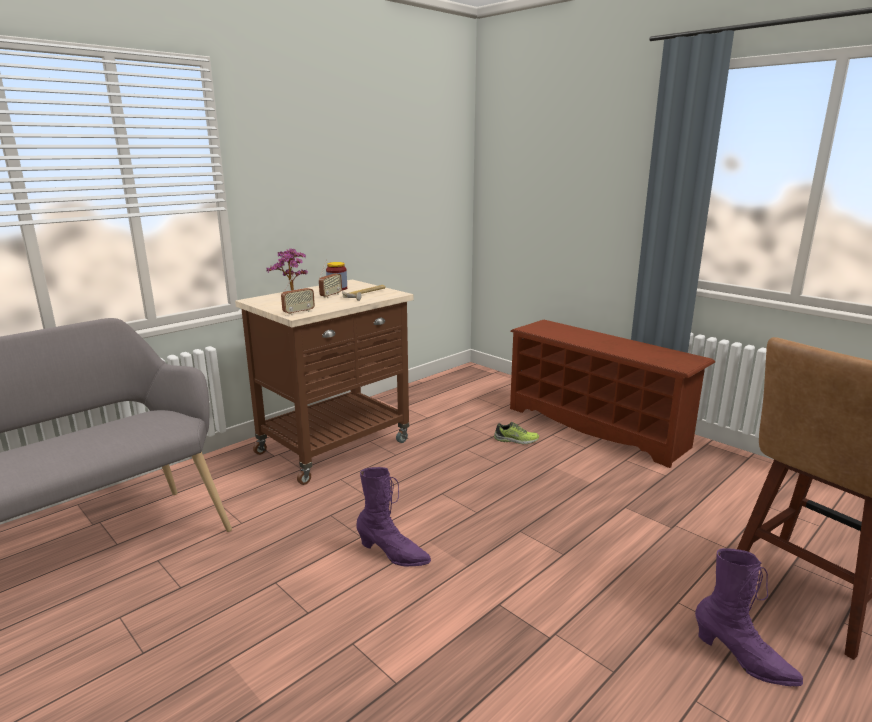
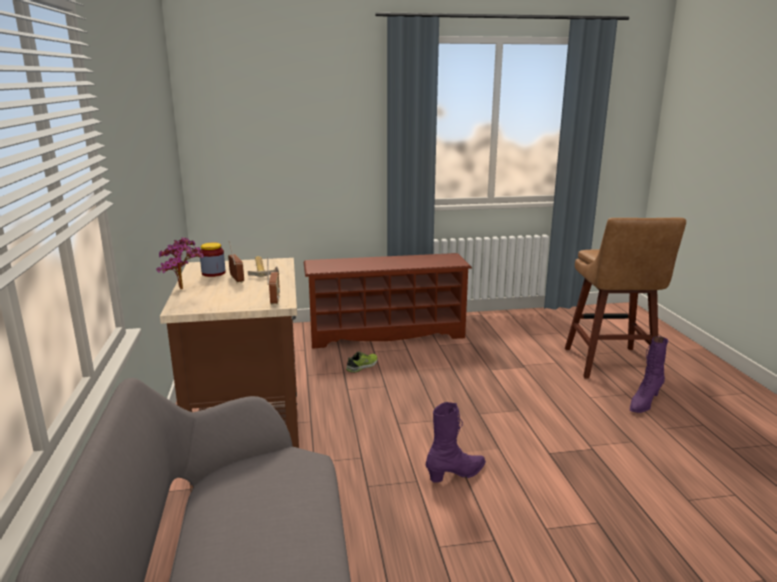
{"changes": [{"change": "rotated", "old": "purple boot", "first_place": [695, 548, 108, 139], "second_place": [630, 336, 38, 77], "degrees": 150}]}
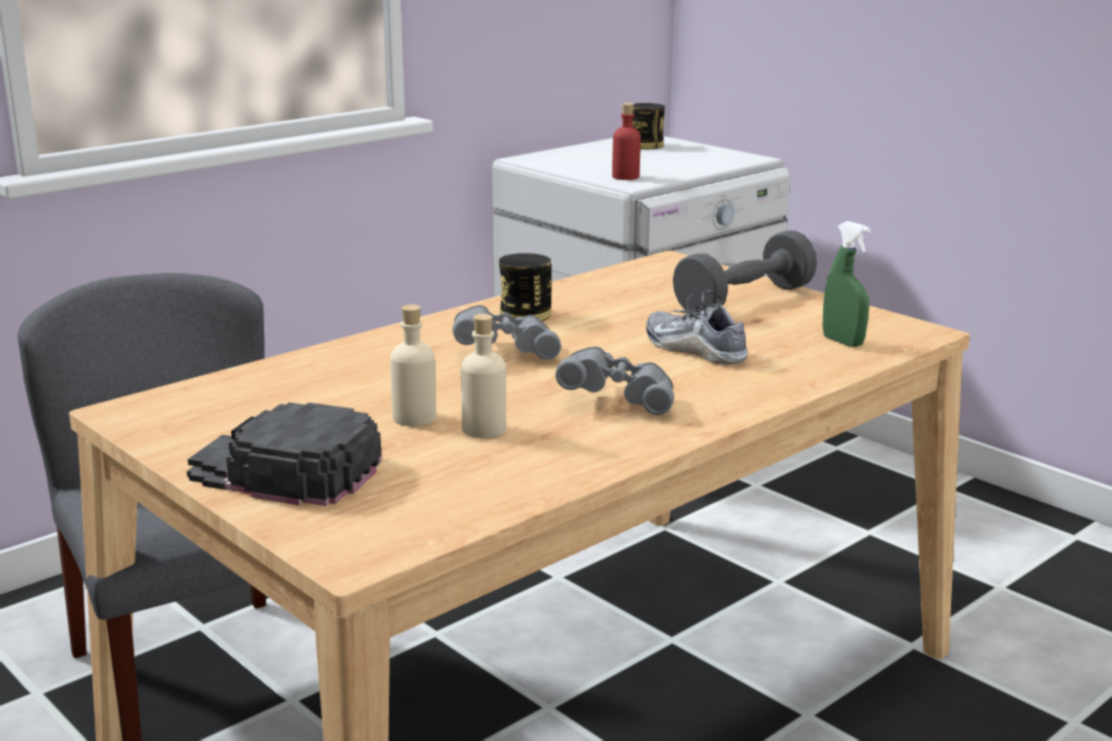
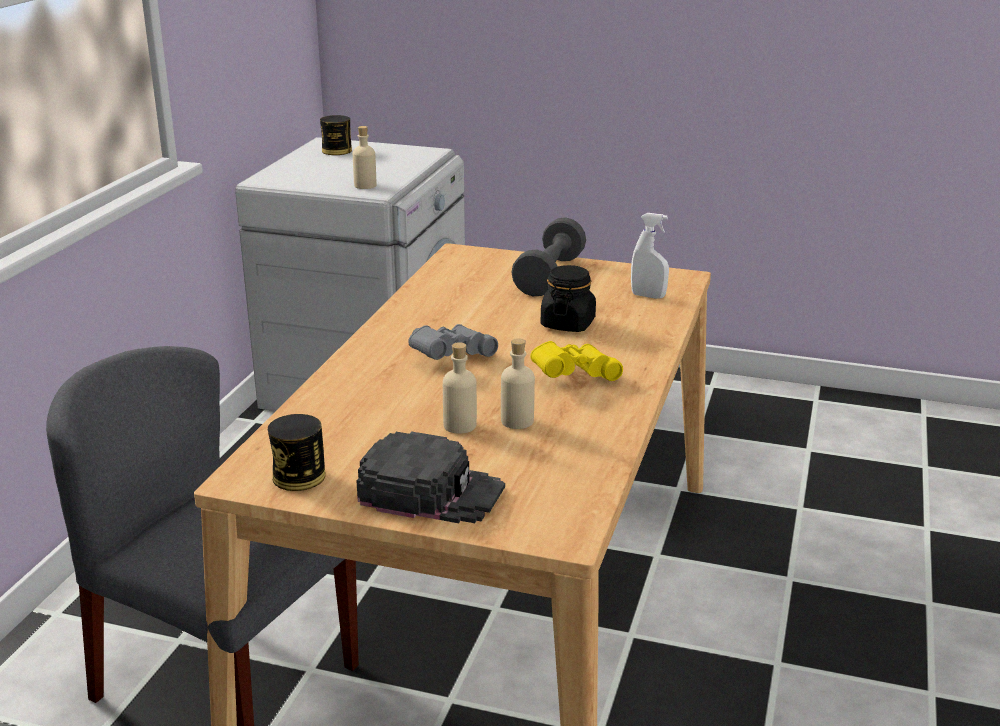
{"changes": [{"change": "repainted", "old": "red bottle", "new": "beige bottle", "first_place": [612, 103, 29, 77], "second_place": [353, 126, 23, 63]}, {"change": "repainted", "old": "green spray bottle", "new": "white spray bottle", "first_place": [823, 221, 48, 126], "second_place": [631, 213, 38, 86]}, {"change": "shifted", "old": "can", "first_place": [499, 253, 52, 68], "second_place": [268, 414, 57, 77]}, {"change": "swapped", "old": "shoe", "new": "black jar", "first_place": [646, 290, 102, 75], "second_place": [540, 265, 56, 67]}, {"change": "repainted", "old": "grey binoculars", "new": "yellow binoculars", "first_place": [555, 347, 119, 68], "second_place": [530, 341, 93, 40]}, {"change": "rotated", "old": "black cap", "first_place": [187, 402, 195, 104], "second_place": [356, 431, 149, 92], "degrees": -150}]}
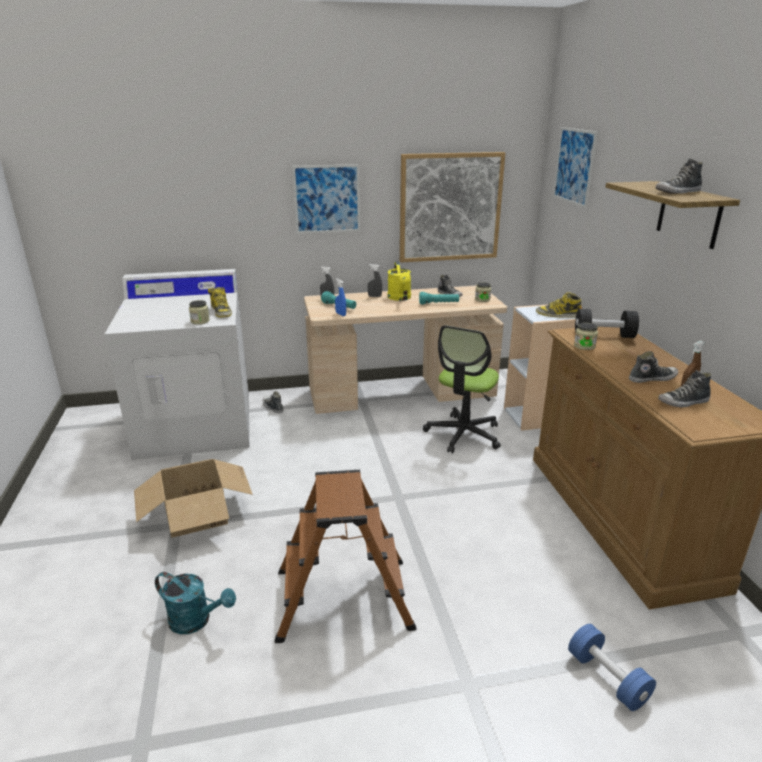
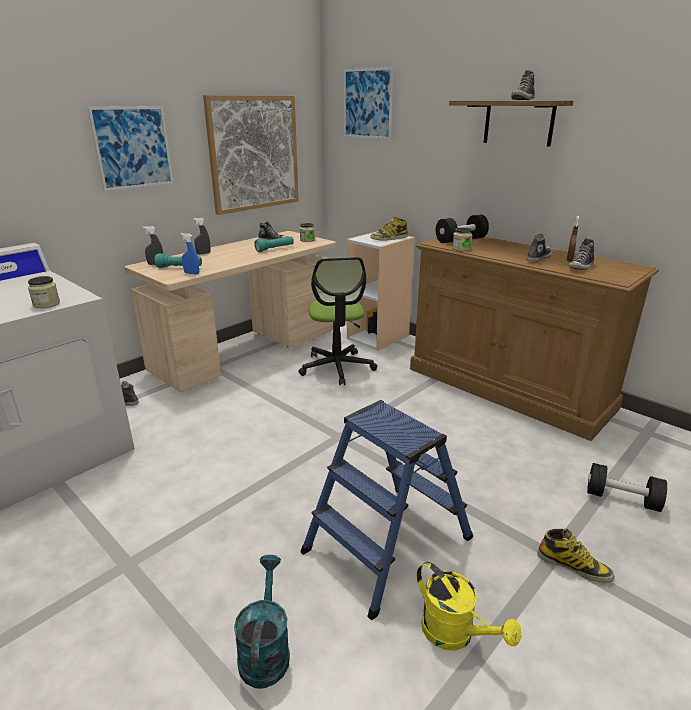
{"changes": [{"change": "shifted", "old": "yellow watering can", "first_place": [387, 261, 24, 40], "second_place": [417, 562, 104, 89]}, {"change": "shifted", "old": "boot", "first_place": [208, 287, 24, 31], "second_place": [537, 528, 78, 55]}, {"change": "gone", "old": "cardboard box", "first_place": [134, 459, 119, 79]}, {"change": "repainted", "old": "brown step ladder", "new": "blue step ladder", "first_place": [275, 470, 142, 173], "second_place": [300, 400, 173, 220]}, {"change": "rotated", "old": "turquoise watering can", "first_place": [155, 572, 81, 62], "second_place": [234, 555, 56, 134], "degrees": -75}, {"change": "repainted", "old": "blue dumbbell", "new": "black dumbbell", "first_place": [568, 624, 88, 87], "second_place": [587, 463, 80, 49]}]}
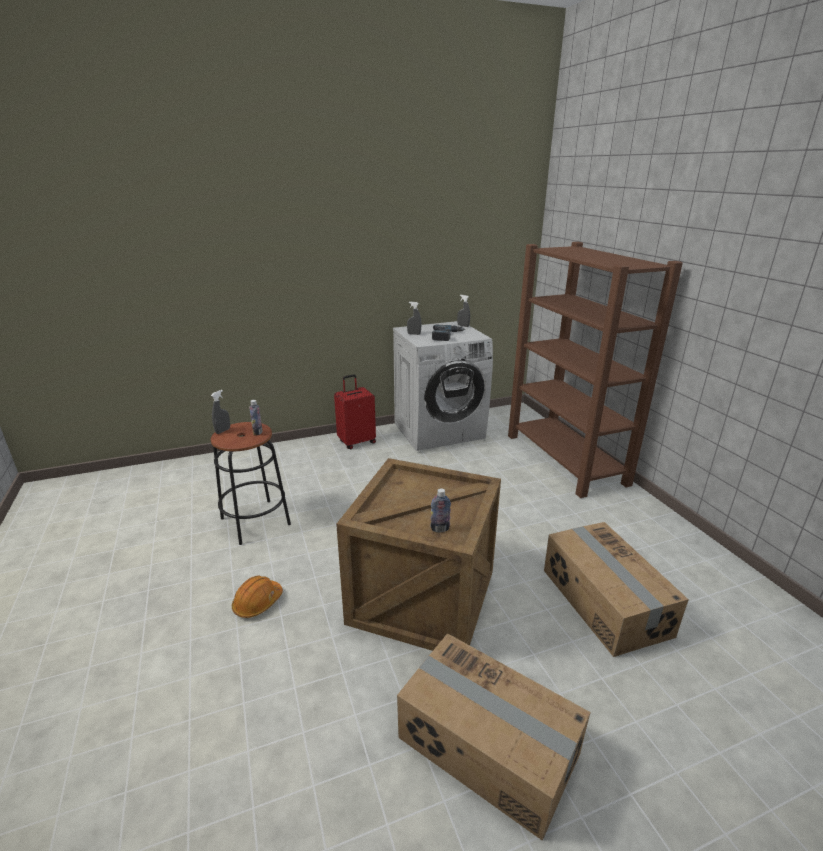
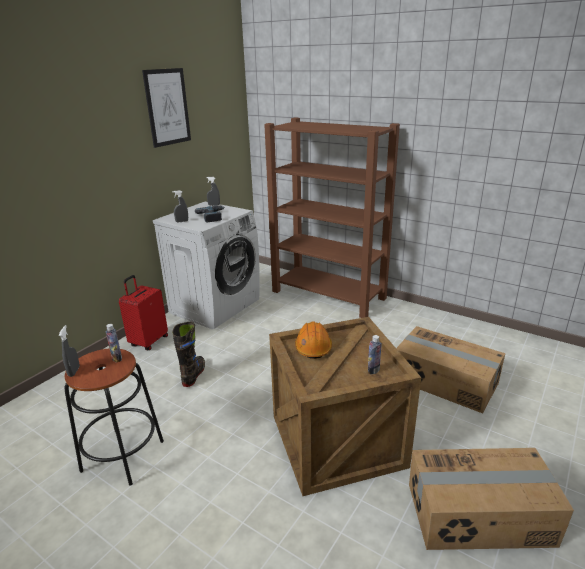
{"changes": [{"change": "shifted", "old": "orange hard hat", "first_place": [232, 576, 51, 42], "second_place": [295, 322, 37, 37]}, {"change": "new", "new": "picture", "second_place": [142, 68, 49, 80]}, {"change": "new", "new": "black boot", "second_place": [172, 322, 33, 65]}]}
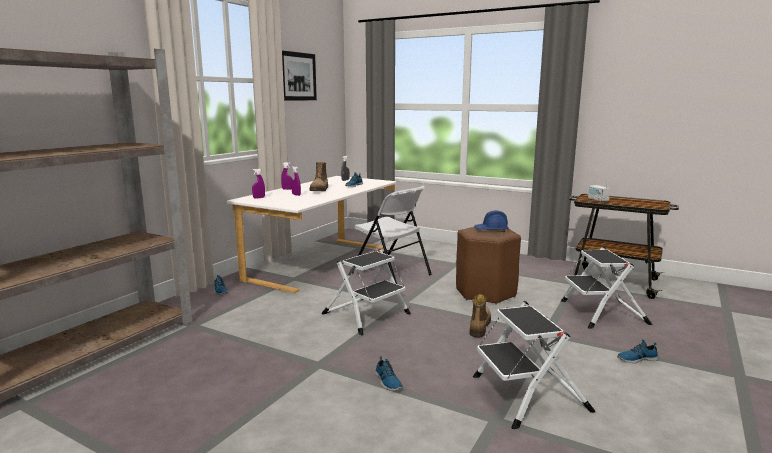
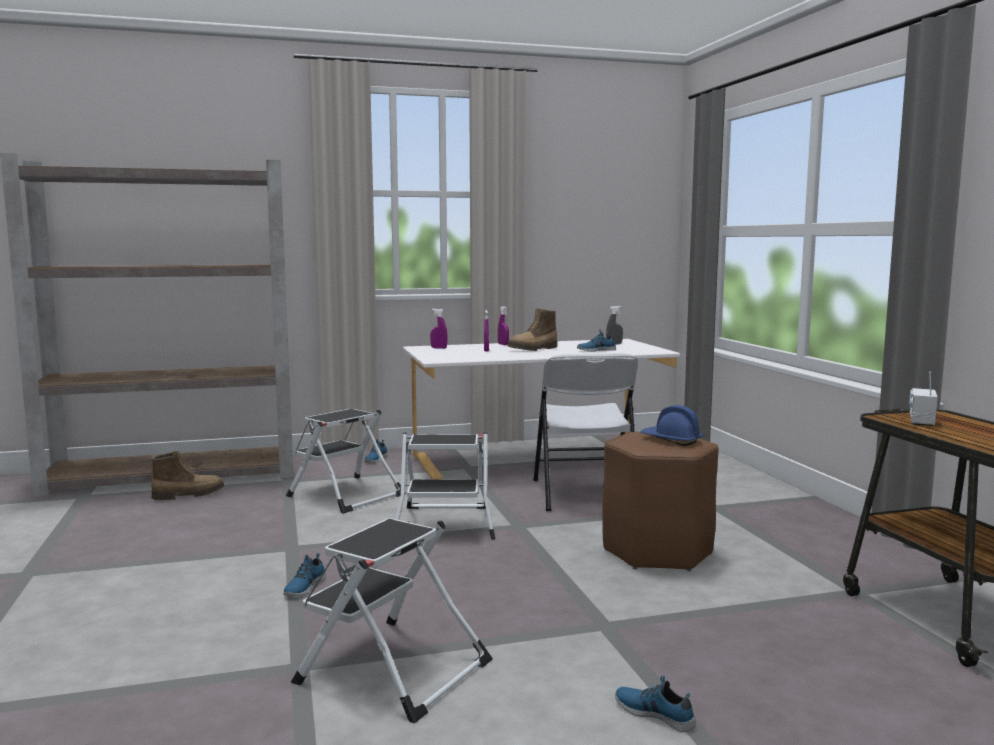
{"changes": [{"change": "gone", "old": "picture", "first_place": [282, 50, 35, 51]}, {"change": "shifted", "old": "step ladder", "first_place": [561, 246, 91, 83], "second_place": [286, 409, 120, 105]}, {"change": "shifted", "old": "boot", "first_place": [470, 294, 21, 44], "second_place": [151, 451, 73, 49]}]}
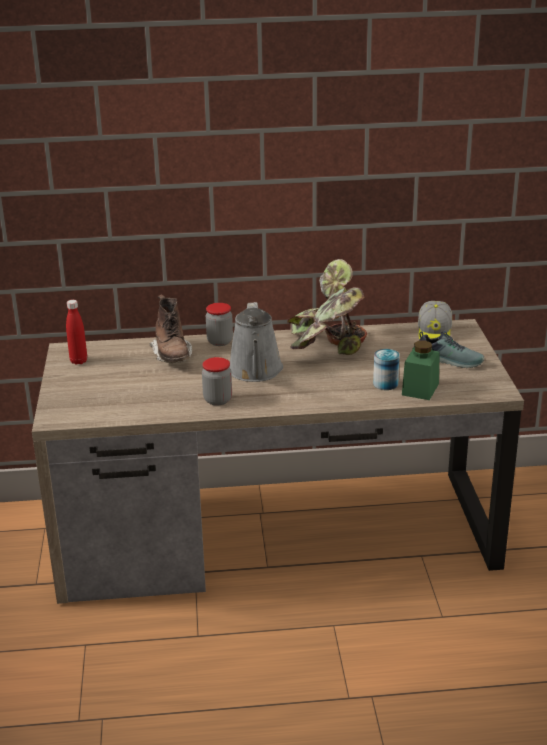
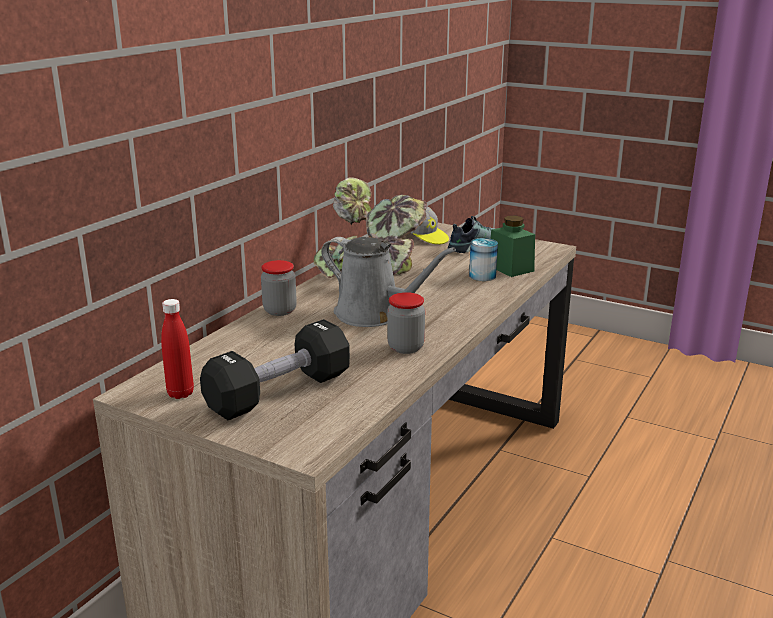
{"changes": [{"change": "gone", "old": "brown boot", "first_place": [149, 295, 43, 68]}, {"change": "new", "new": "black dumbbell", "second_place": [200, 319, 150, 101]}]}
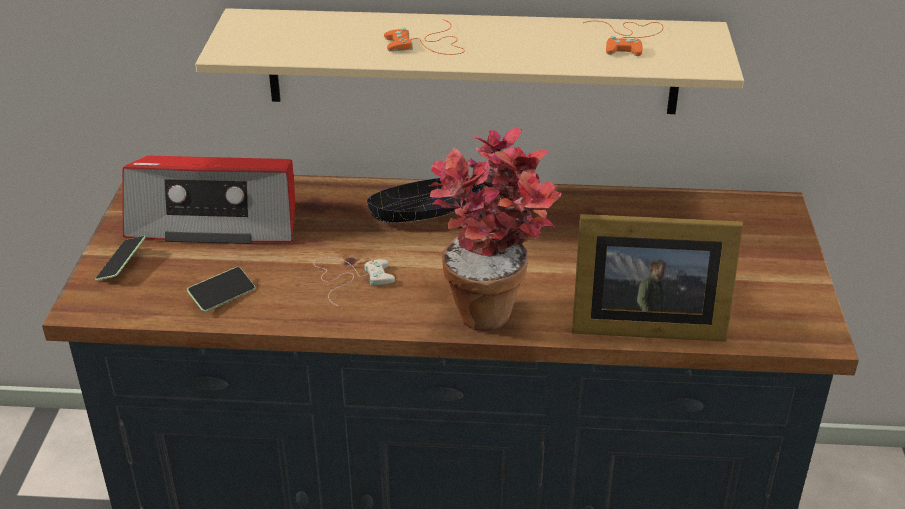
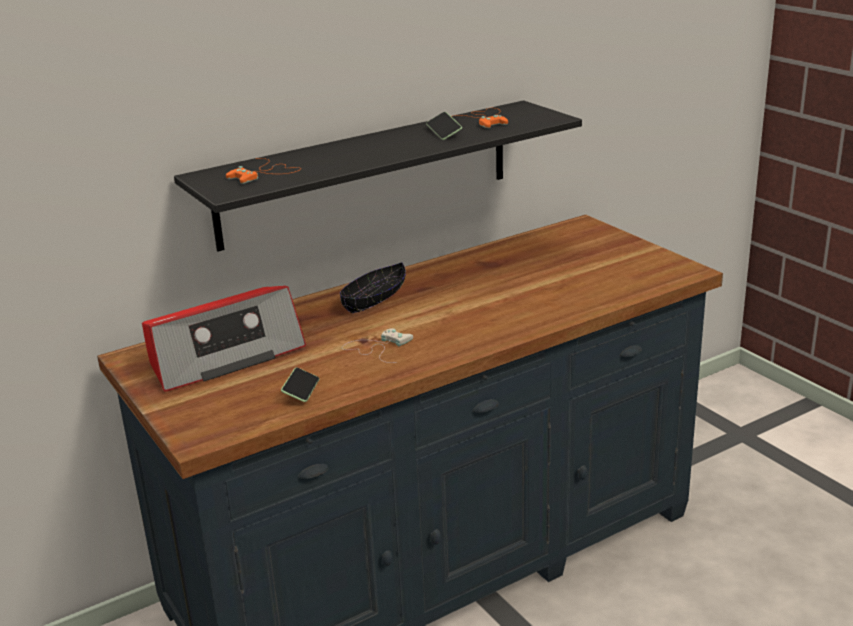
{"changes": [{"change": "repainted", "old": "beige shelf", "new": "black shelf", "first_place": [195, 8, 549, 106], "second_place": [174, 100, 408, 151]}, {"change": "shifted", "old": "orange game controller", "first_place": [384, 19, 81, 36], "second_place": [226, 158, 75, 26]}, {"change": "gone", "old": "potted plant", "first_place": [428, 128, 133, 203]}, {"change": "gone", "old": "picture frame", "first_place": [572, 214, 171, 128]}, {"change": "shifted", "old": "phone", "first_place": [95, 236, 51, 45], "second_place": [426, 112, 36, 28]}]}
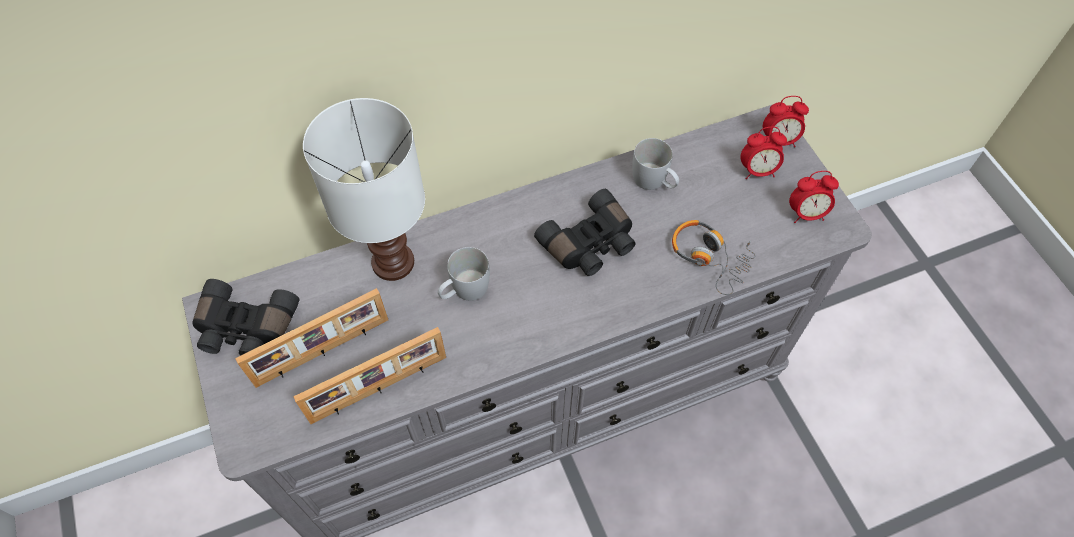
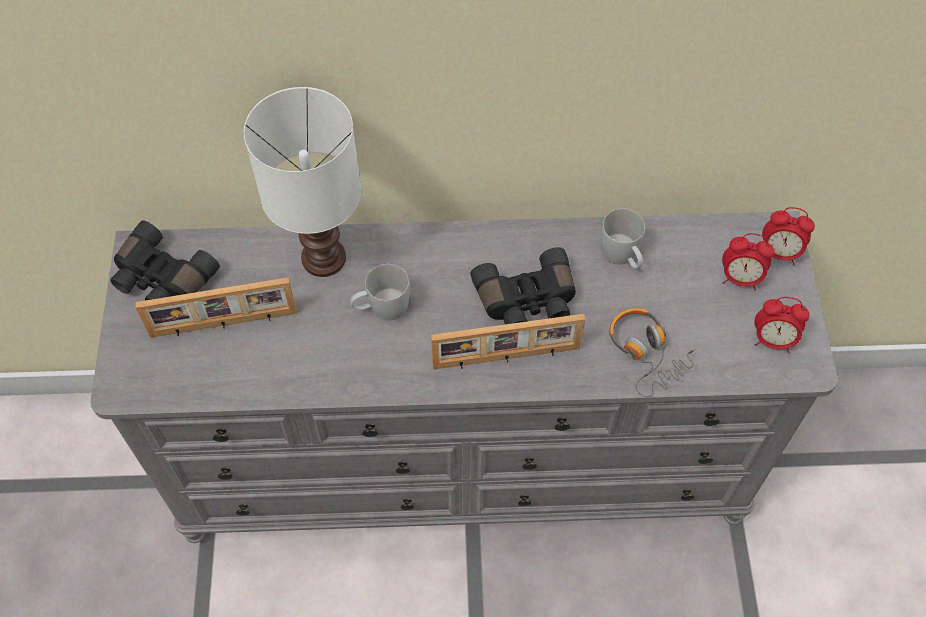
{"changes": [{"change": "shifted", "old": "picture frame", "first_place": [293, 327, 153, 97], "second_place": [431, 314, 154, 56]}]}
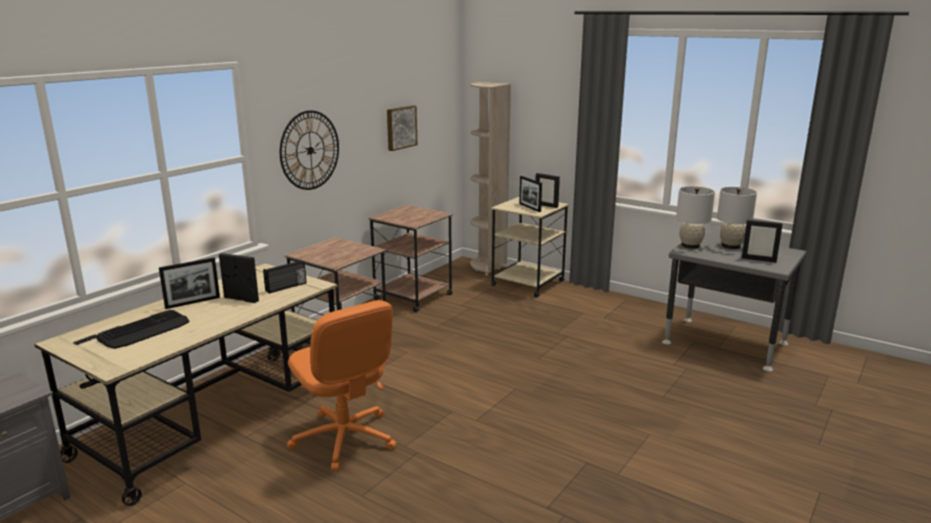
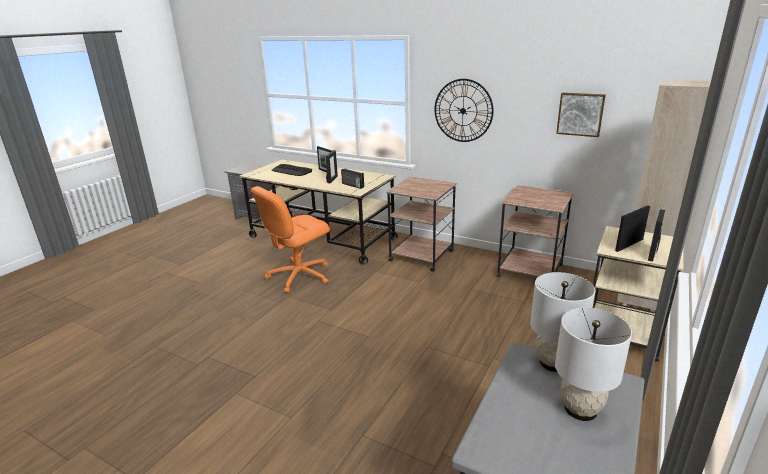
{"changes": [{"change": "gone", "old": "picture frame", "first_place": [742, 220, 41, 43]}]}
